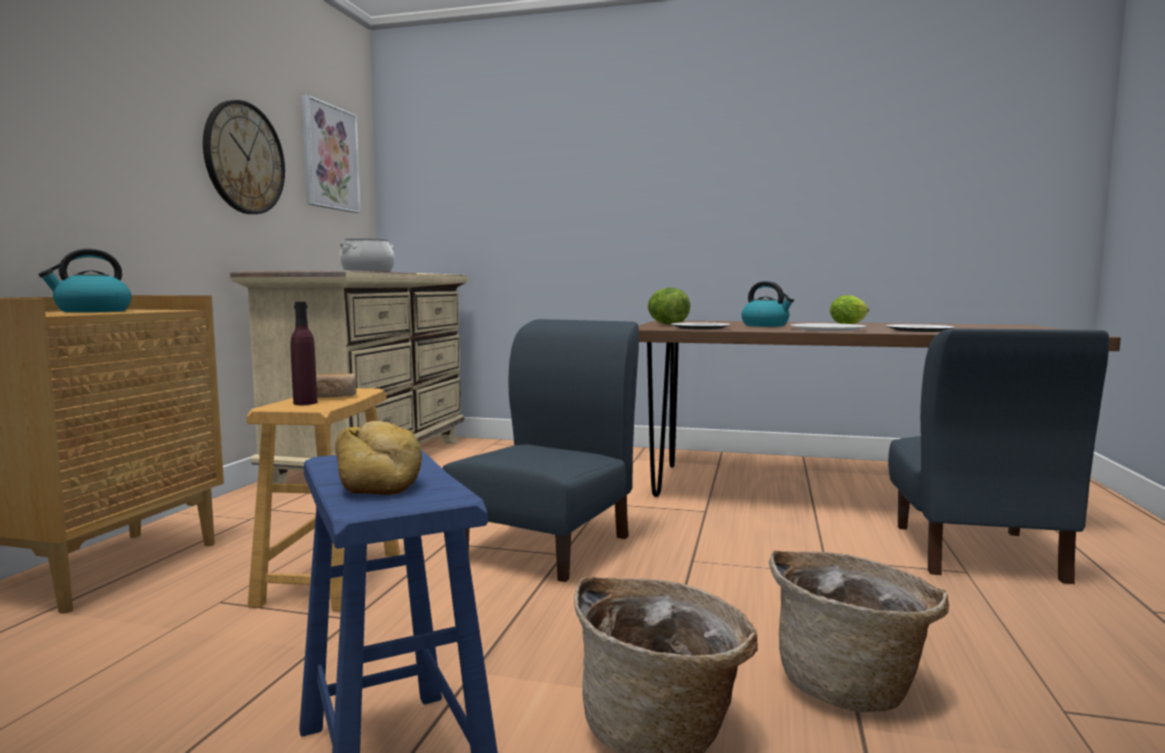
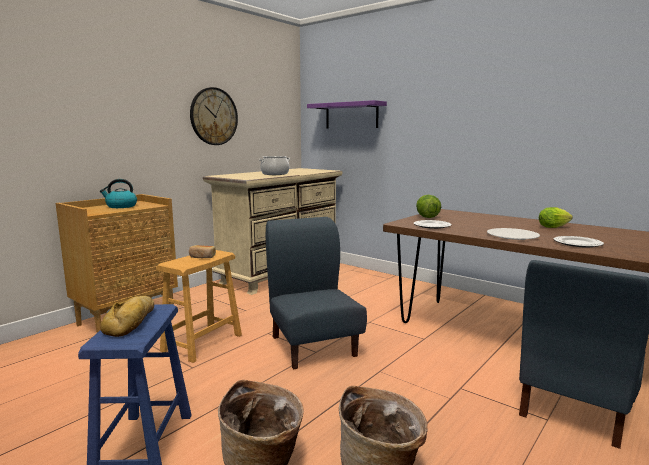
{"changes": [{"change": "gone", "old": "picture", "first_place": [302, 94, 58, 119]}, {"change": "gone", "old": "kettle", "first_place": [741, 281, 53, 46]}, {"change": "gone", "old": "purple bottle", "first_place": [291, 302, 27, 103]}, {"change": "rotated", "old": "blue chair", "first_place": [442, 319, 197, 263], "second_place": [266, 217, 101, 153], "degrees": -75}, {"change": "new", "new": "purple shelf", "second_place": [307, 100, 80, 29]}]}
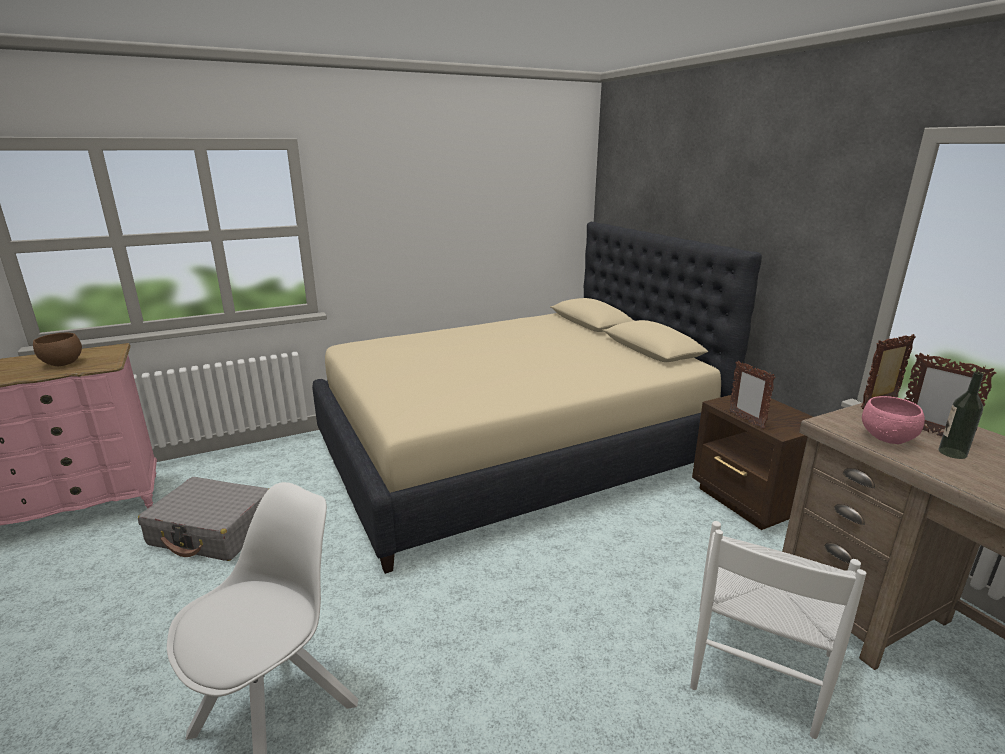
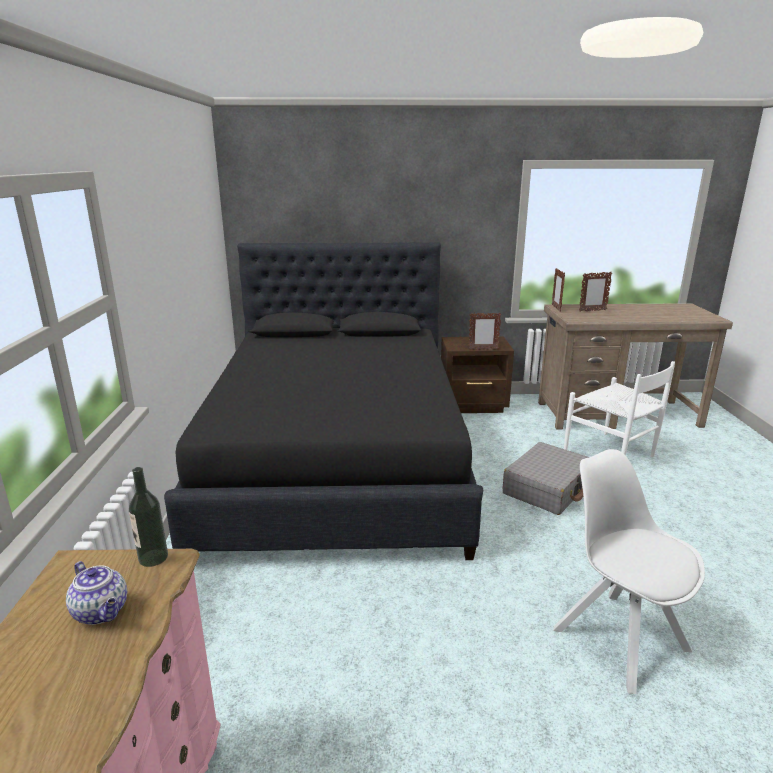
{"changes": [{"change": "repainted", "old": "beige bed", "new": "black bed", "first_place": [312, 222, 450, 352], "second_place": [164, 242, 319, 318]}, {"change": "swapped", "old": "brown bowl", "new": "teapot", "first_place": [33, 333, 49, 33], "second_place": [66, 561, 61, 64]}, {"change": "shifted", "old": "bottle", "first_place": [939, 372, 45, 87], "second_place": [129, 467, 39, 100]}, {"change": "gone", "old": "pink bowl", "first_place": [862, 396, 63, 48]}, {"change": "shifted", "old": "grey suitcase", "first_place": [138, 477, 131, 84], "second_place": [503, 442, 86, 73]}]}
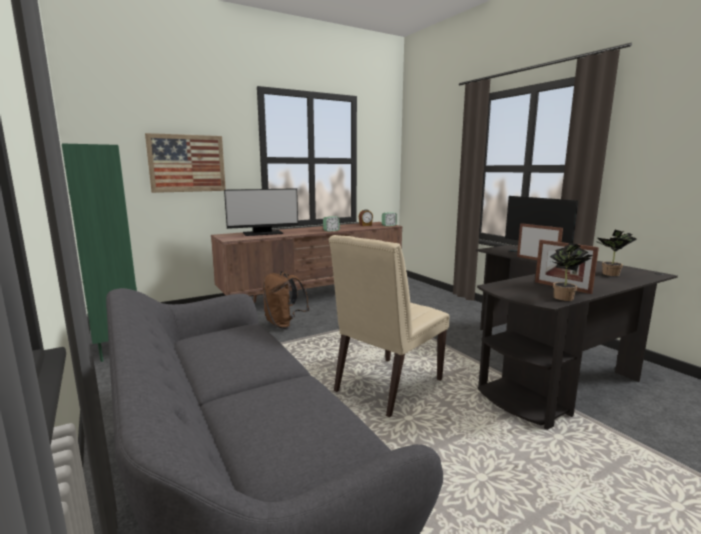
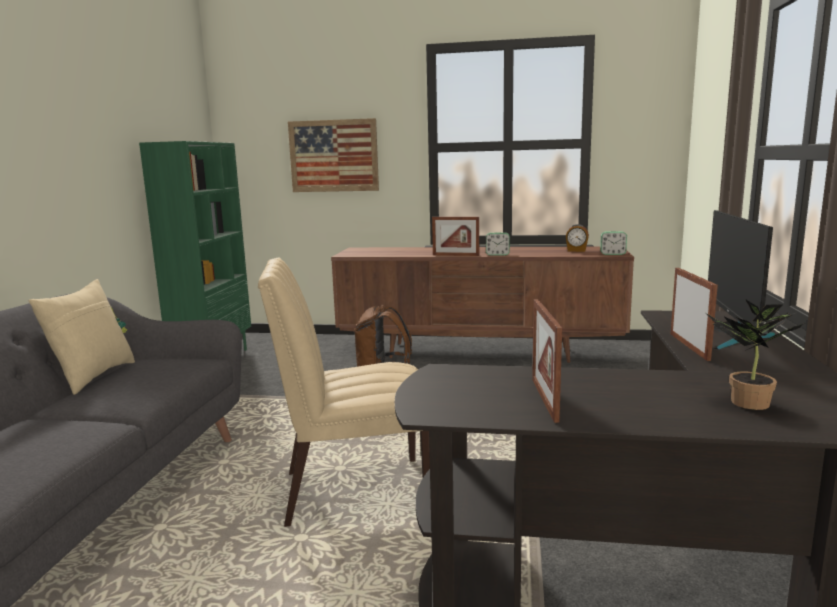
{"changes": [{"change": "gone", "old": "monitor", "first_place": [224, 188, 74, 48]}, {"change": "gone", "old": "potted plant", "first_place": [550, 243, 43, 58]}, {"change": "new", "new": "picture frame", "second_place": [432, 217, 47, 39]}, {"change": "new", "new": "beige pillow", "second_place": [29, 279, 106, 116]}]}
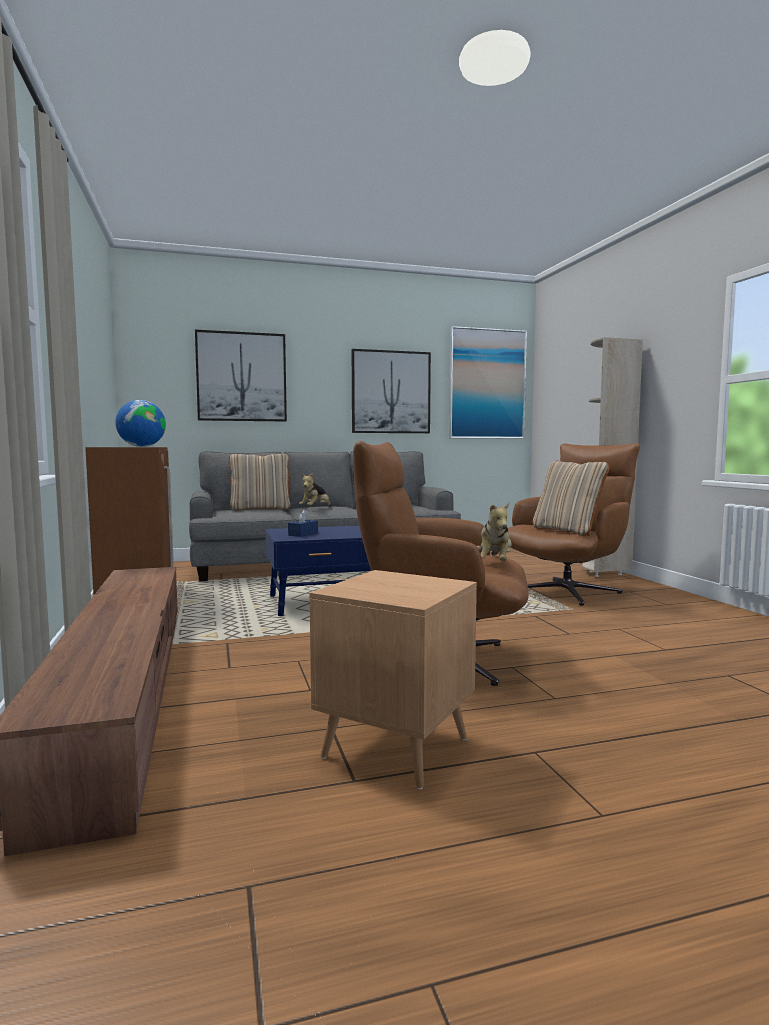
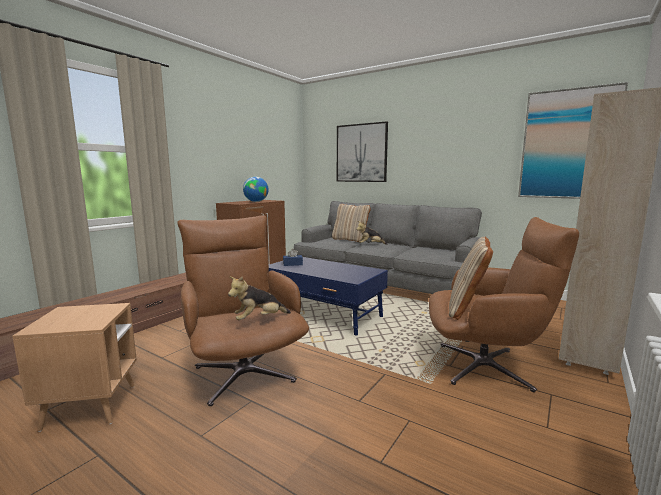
{"changes": [{"change": "gone", "old": "picture", "first_place": [352, 349, 79, 84]}]}
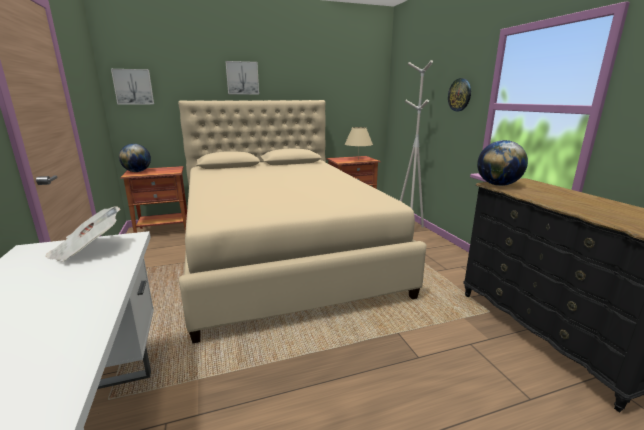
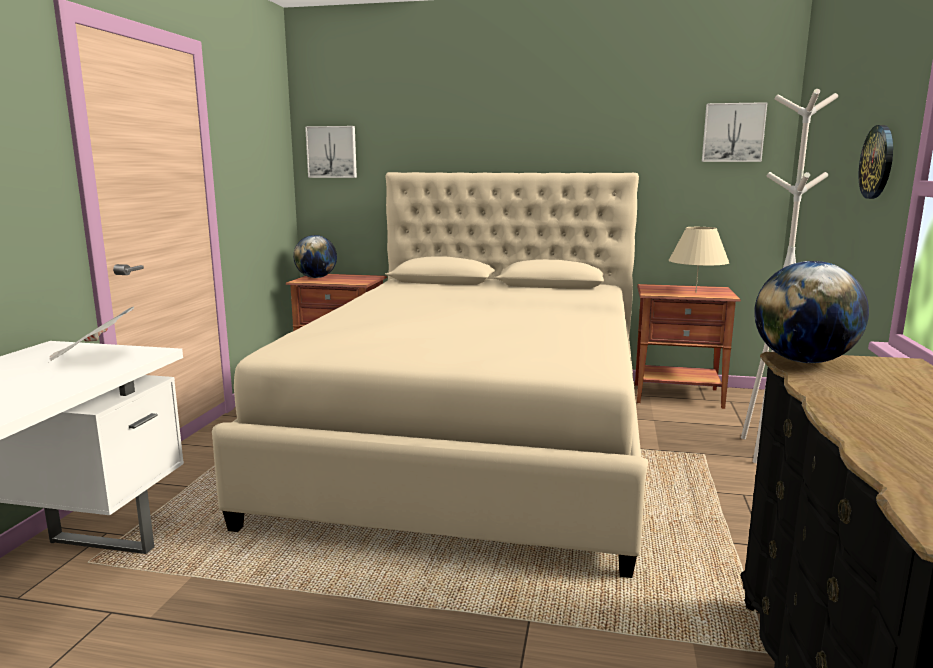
{"changes": [{"change": "shifted", "old": "picture", "first_place": [225, 61, 34, 33], "second_place": [702, 102, 66, 60]}]}
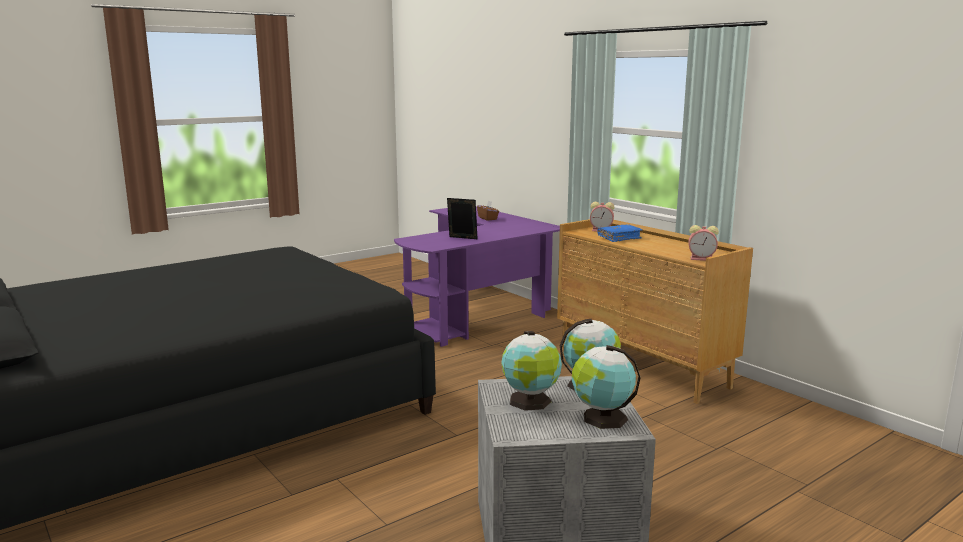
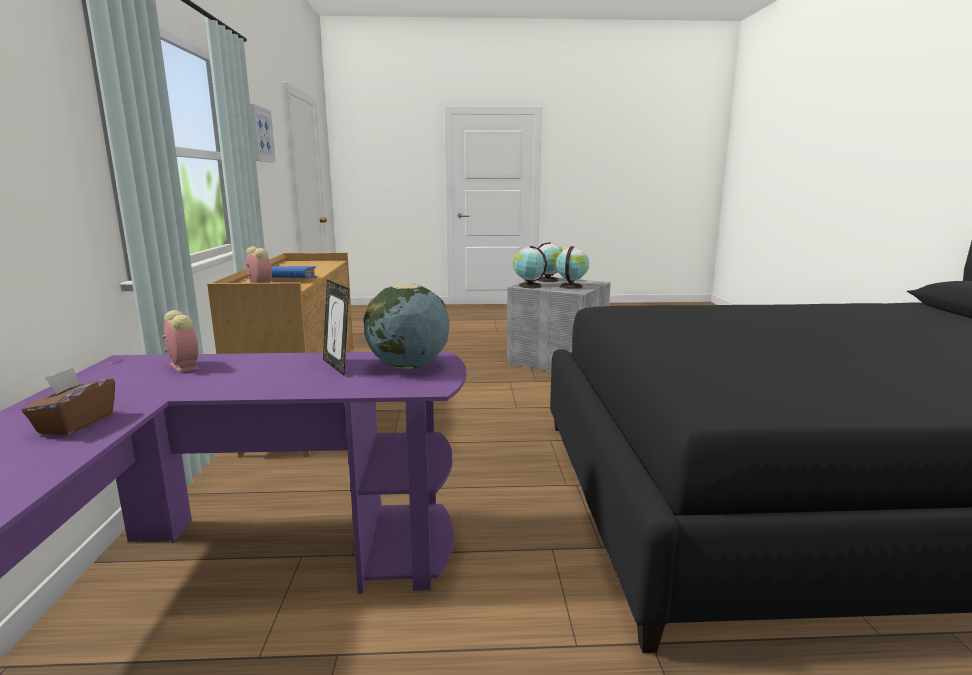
{"changes": [{"change": "shifted", "old": "alarm clock", "first_place": [688, 225, 31, 36], "second_place": [162, 310, 37, 63]}, {"change": "new", "new": "picture", "second_place": [250, 104, 26, 59]}, {"change": "new", "new": "globe", "second_place": [363, 283, 86, 86]}]}
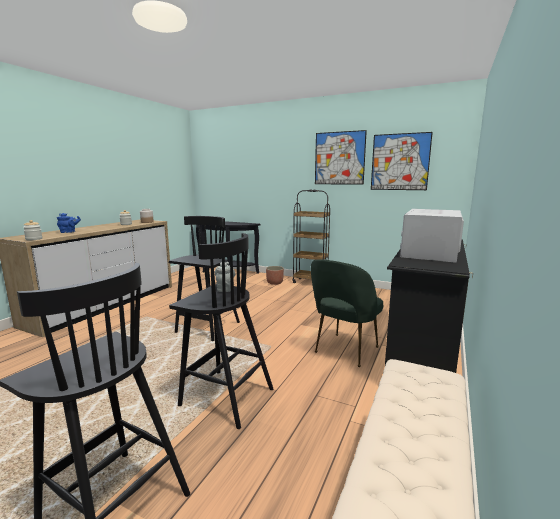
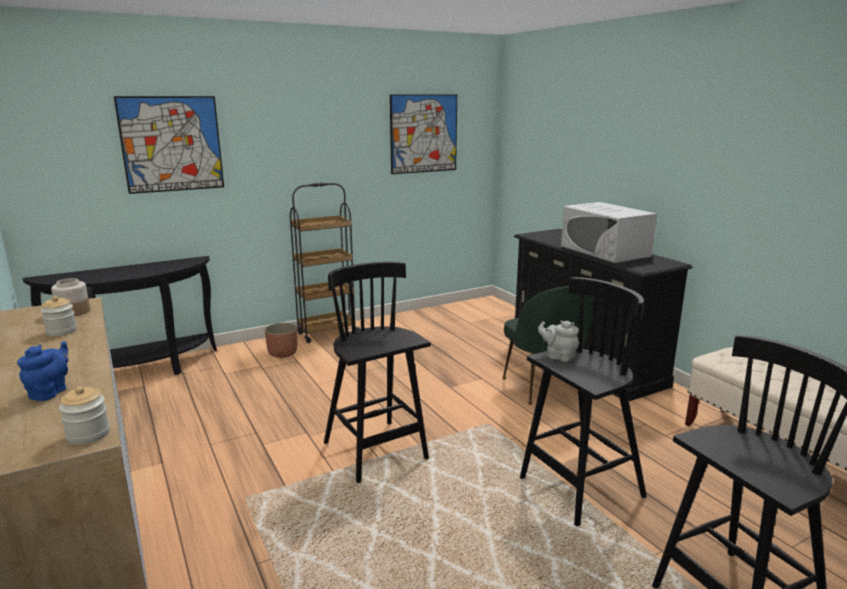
{"changes": [{"change": "shifted", "old": "picture", "first_place": [315, 130, 52, 55], "second_place": [114, 96, 110, 98]}]}
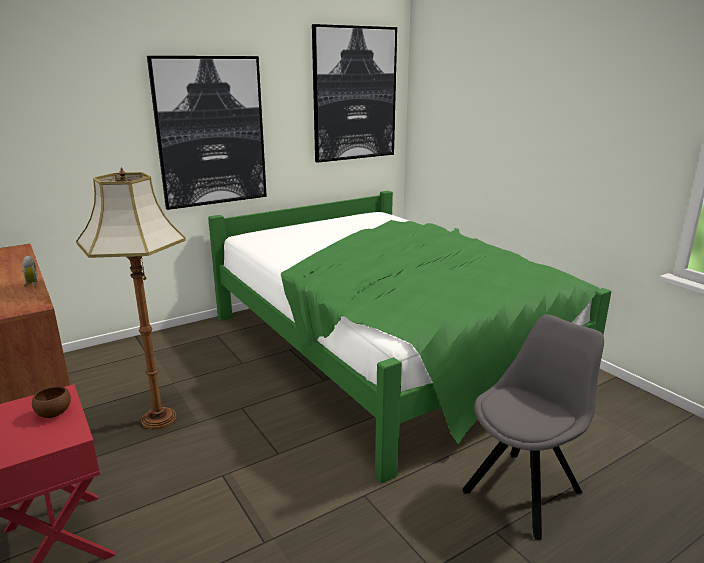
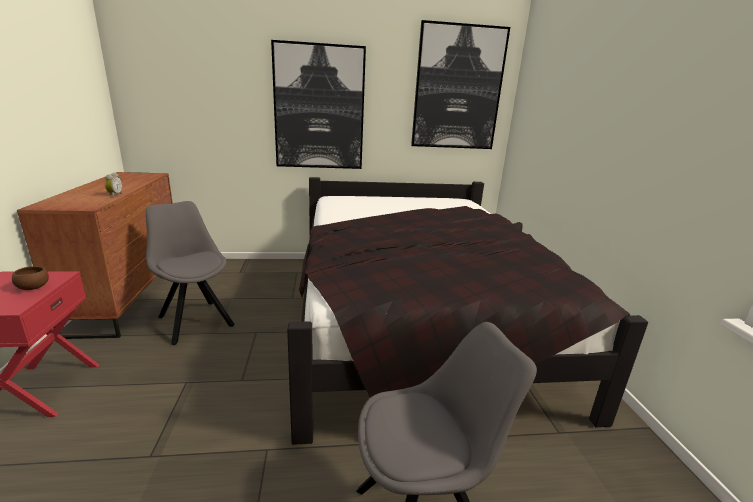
{"changes": [{"change": "swapped", "old": "floor lamp", "new": "grey chair", "first_place": [76, 167, 110, 262], "second_place": [146, 201, 89, 144]}, {"change": "repainted", "old": "green bed", "new": "black bed", "first_place": [208, 191, 403, 292], "second_place": [287, 177, 361, 268]}]}
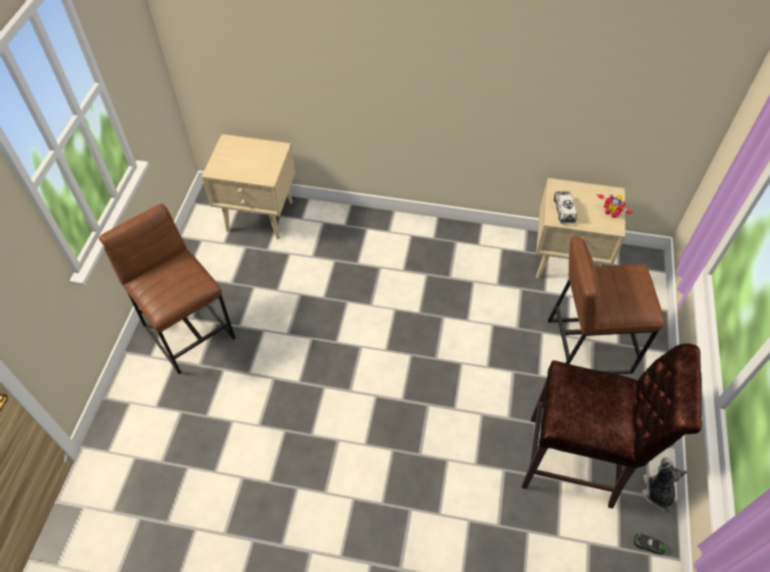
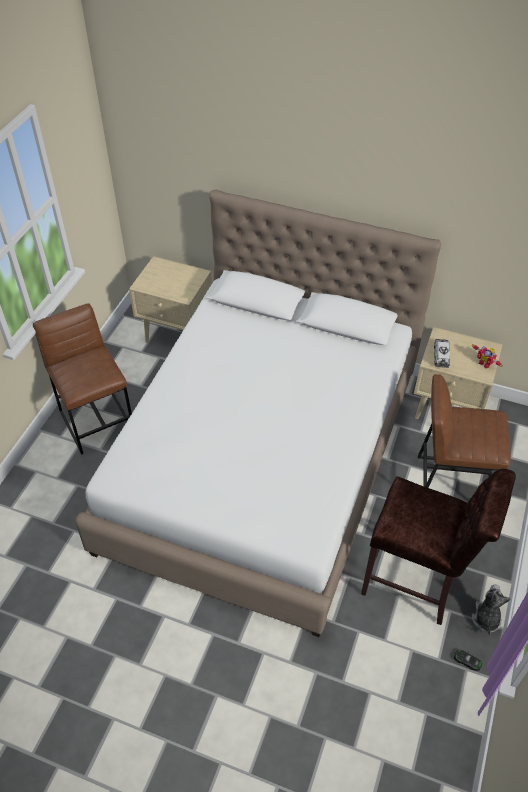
{"changes": [{"change": "new", "new": "white bed", "second_place": [75, 190, 366, 447]}]}
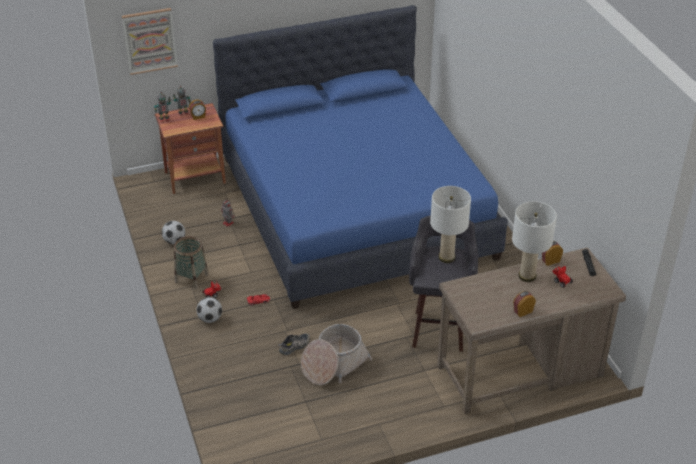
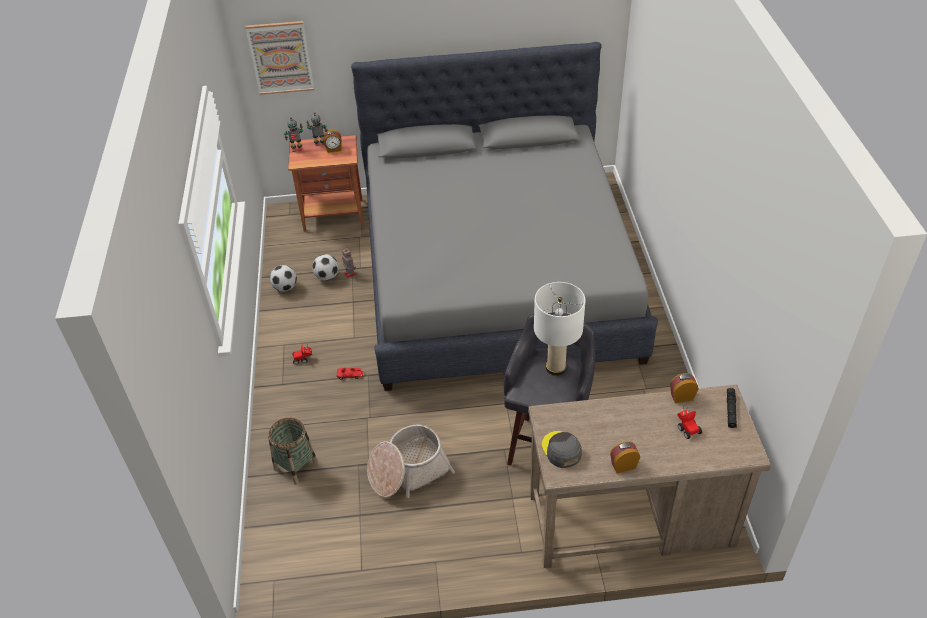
{"changes": [{"change": "repainted", "old": "blue bed", "new": "grey bed", "first_place": [213, 5, 295, 304], "second_place": [351, 42, 307, 349]}, {"change": "gone", "old": "white table lamp", "first_place": [512, 201, 45, 81]}, {"change": "shifted", "old": "basket", "first_place": [174, 236, 34, 53], "second_place": [268, 418, 50, 67]}, {"change": "shifted", "old": "football", "first_place": [196, 297, 26, 26], "second_place": [312, 254, 27, 27]}, {"change": "gone", "old": "shoe", "first_place": [278, 334, 32, 21]}, {"change": "new", "new": "grey cap", "second_place": [542, 431, 40, 37]}]}
